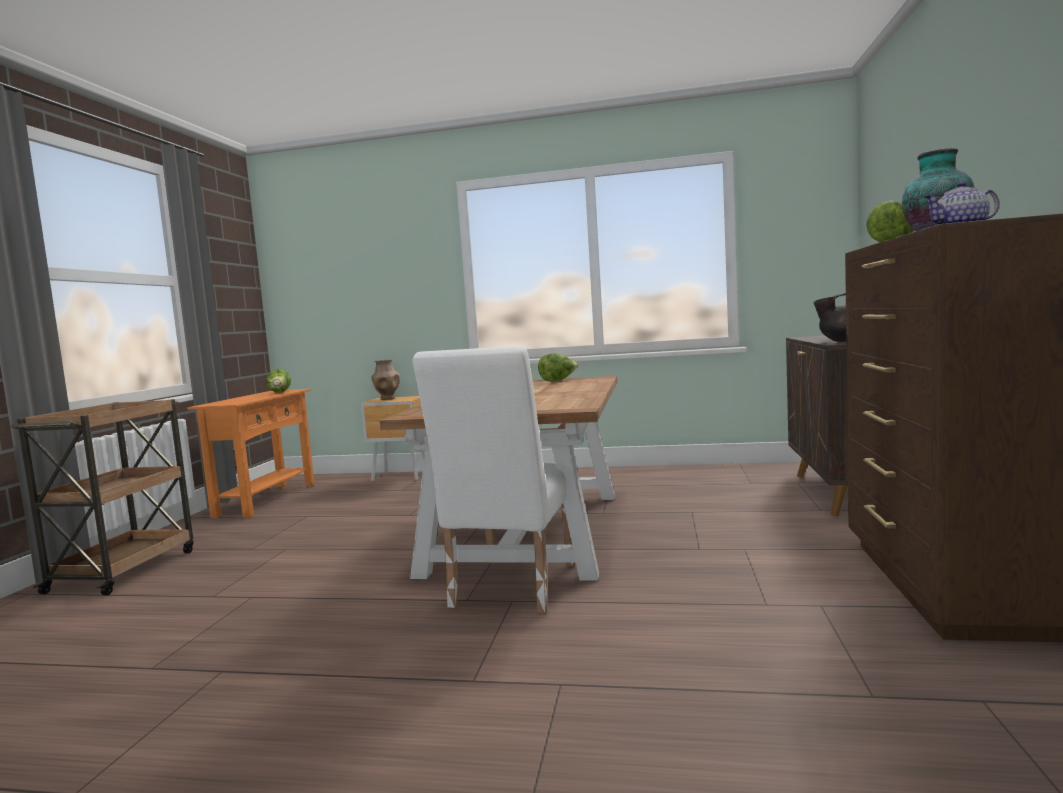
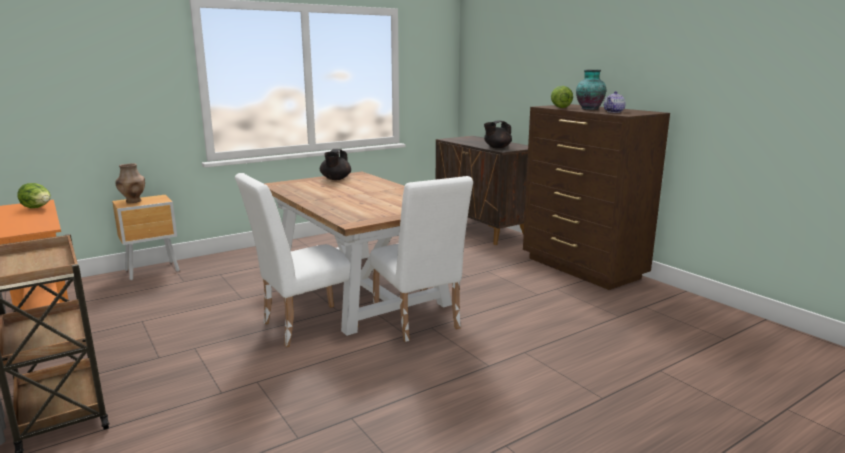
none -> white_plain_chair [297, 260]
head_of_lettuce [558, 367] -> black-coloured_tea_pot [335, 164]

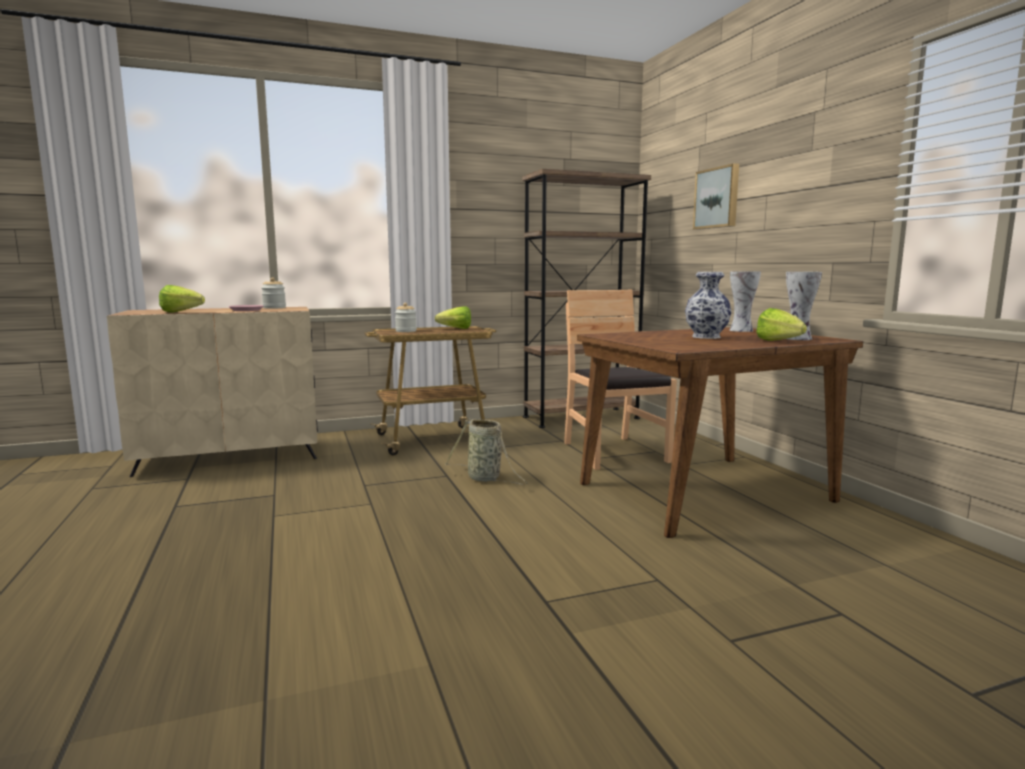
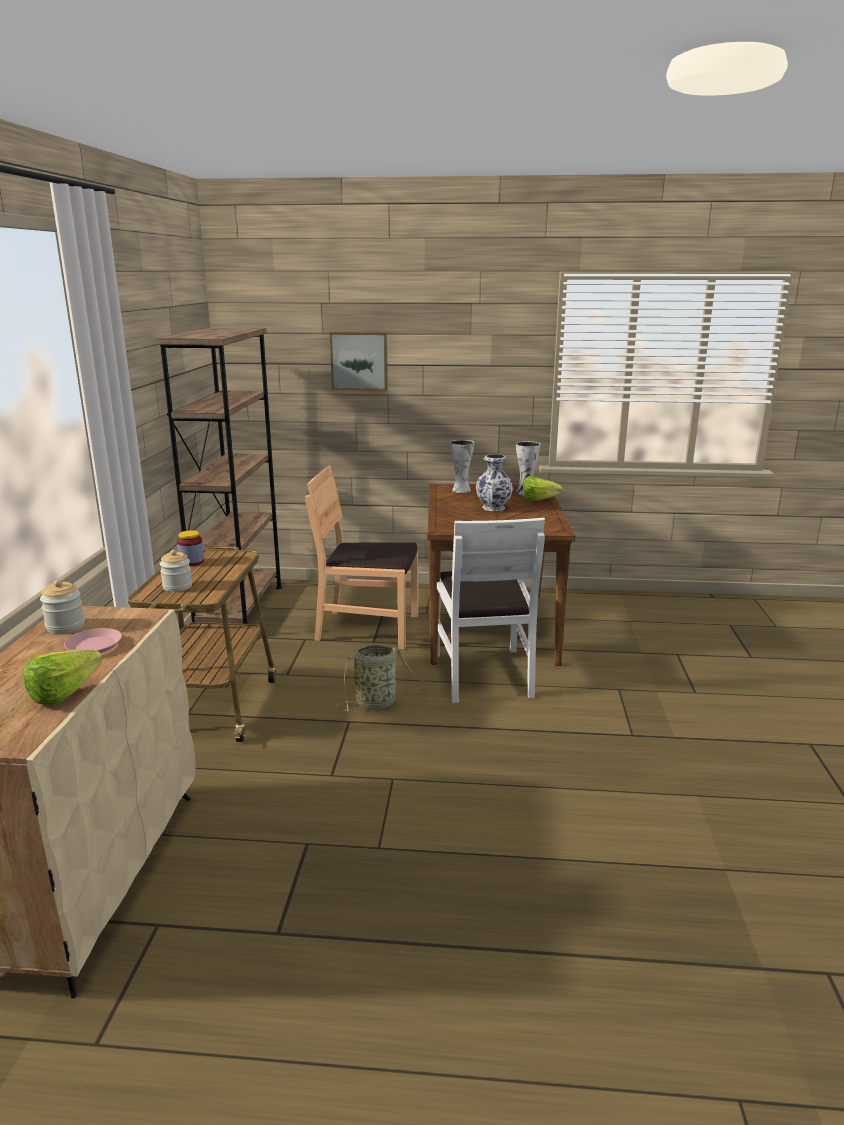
head_of_lettuce [453, 317] -> storage_jar [190, 548]
none -> white_plain_chair [491, 610]

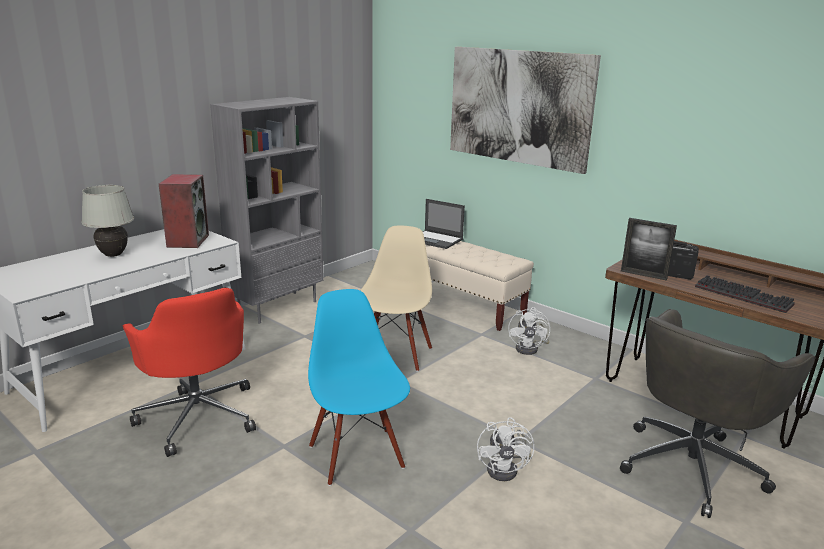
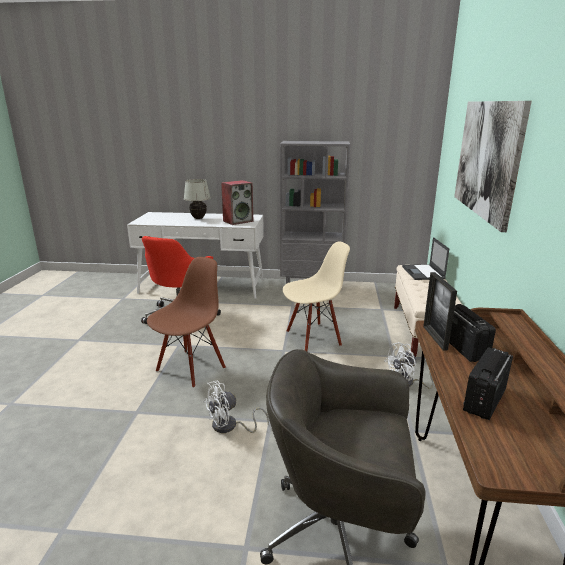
blue_plain_chair [359, 387] -> brownish_plain_chair [186, 322]
computer_keyboard [745, 294] -> radio_set [488, 383]

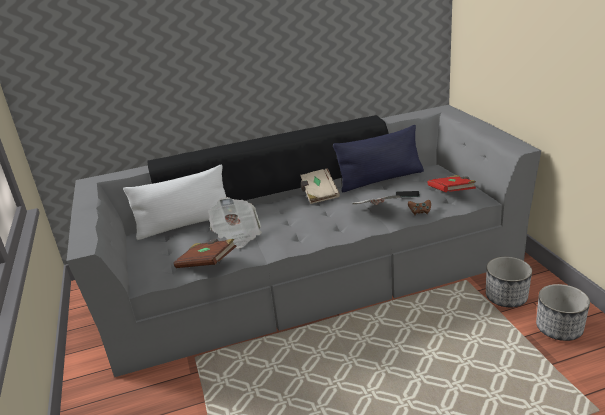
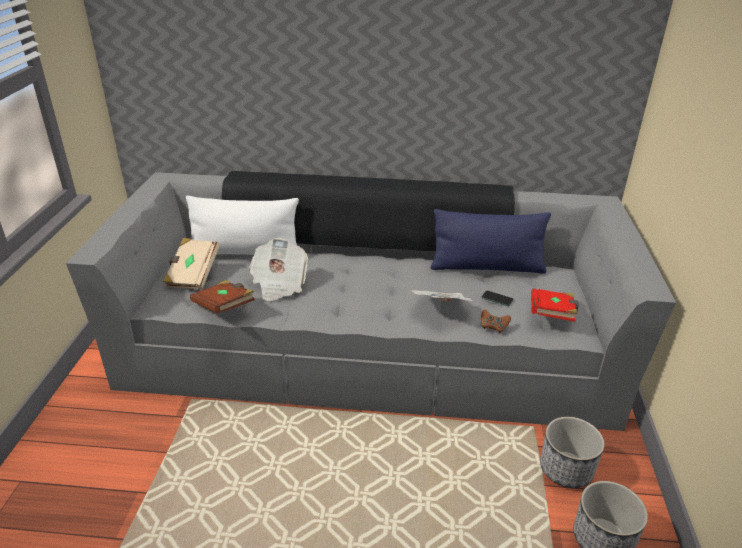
beige-coloured_book [320, 186] -> beige-coloured_book [191, 264], shifted

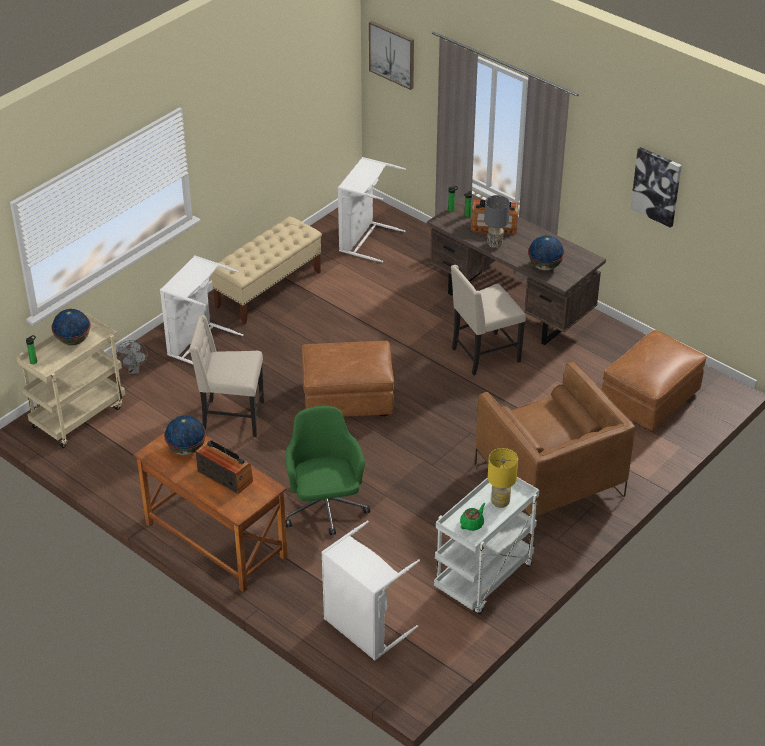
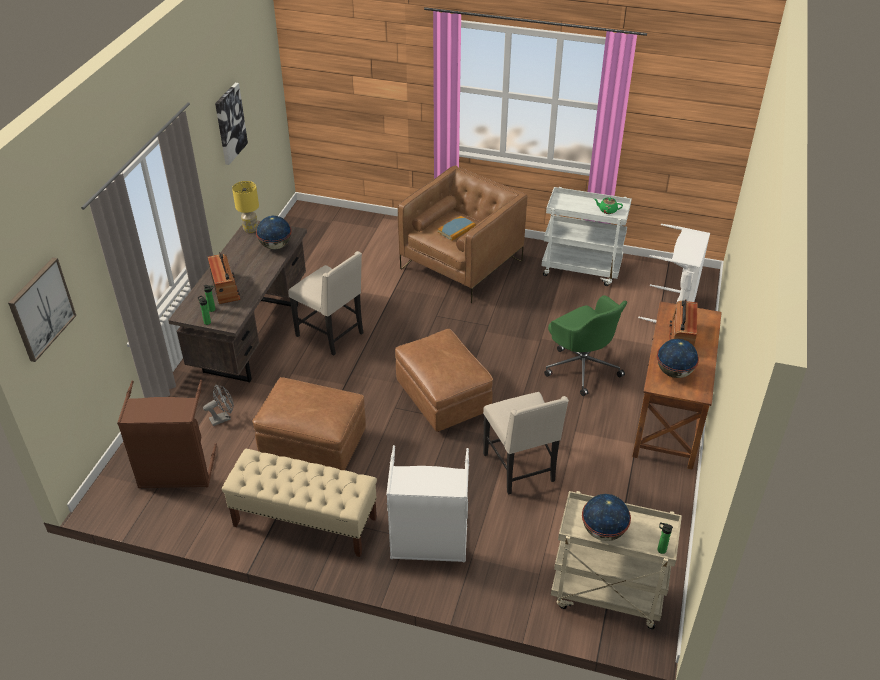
white_washing_basket [372, 210] -> brownish_washing_basket [167, 434]
greyish_cooling_fan [132, 357] -> greyish_cooling_fan [218, 405], shifted
yellowish_lamp_for_a_table [503, 478] -> yellowish_lamp_for_a_table [245, 207], shifted
brownish_pouffe [654, 380] -> brownish_pouffe [309, 423], shifted
none -> book [456, 228]
greenish_computer_chair [327, 470] -> greenish_computer_chair [585, 345], 90 degrees counterclockwise
greyish_lamp_for_a_table [497, 221] -> none

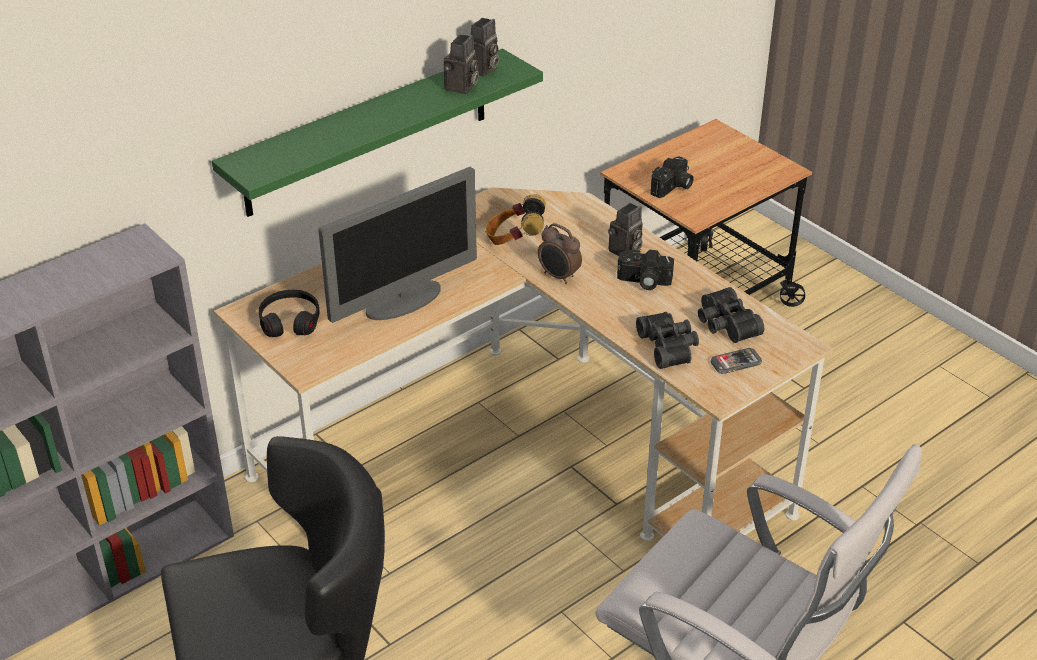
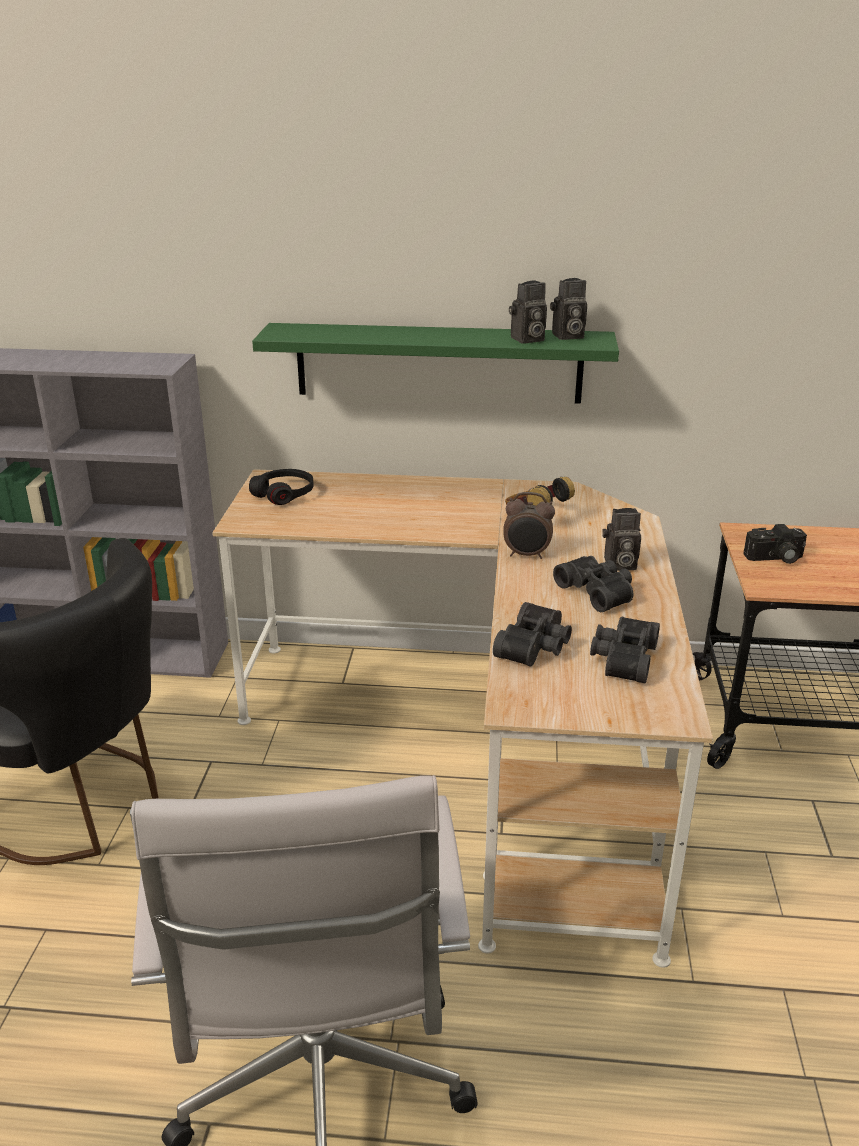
bedside_clock [560, 253] -> bedside_clock [529, 525], 75 degrees counterclockwise
still_camera [645, 270] -> black-coloured_pair_of_binoculars [593, 584]
computer_screen [397, 245] -> none
phone [736, 361] -> none

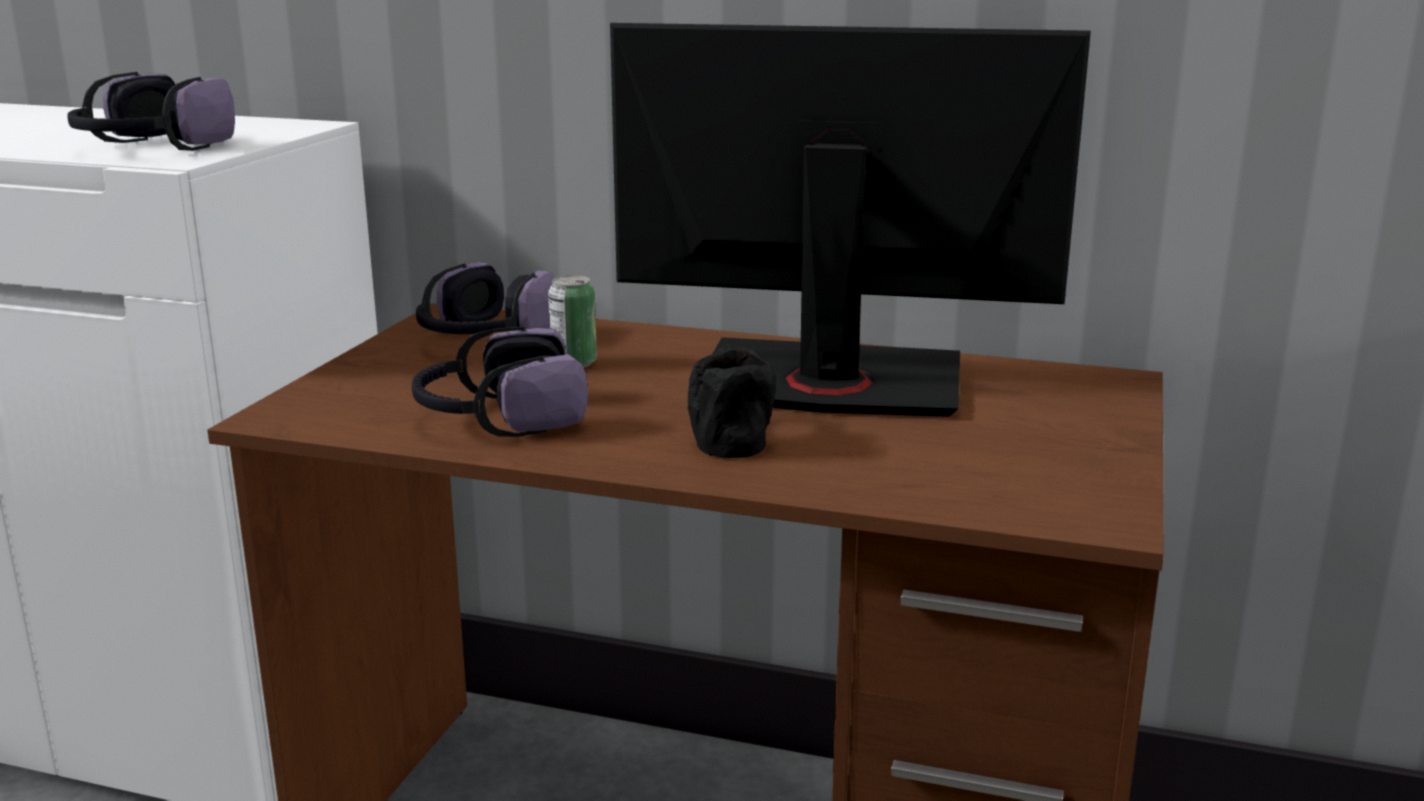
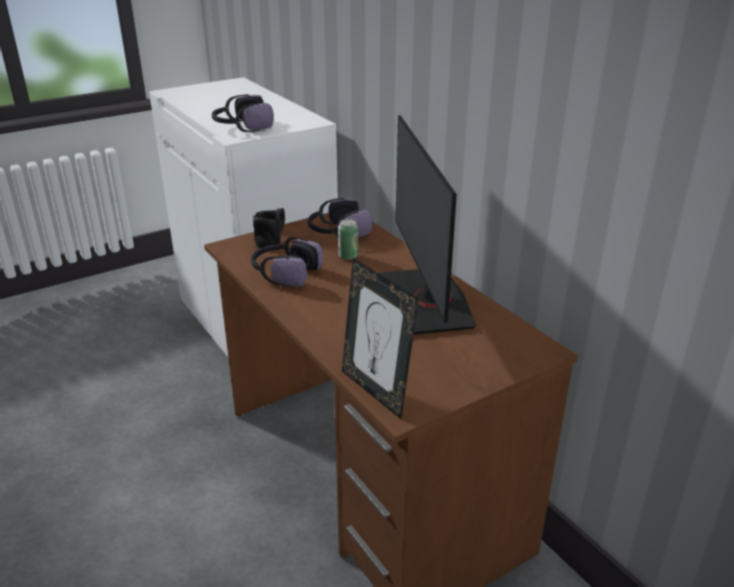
black-coloured_coffee_mug [732, 400] -> black-coloured_coffee_mug [269, 228], shifted
none -> standing_frame [380, 338]
computer_screen [850, 220] -> computer_screen [427, 224], 150 degrees counterclockwise

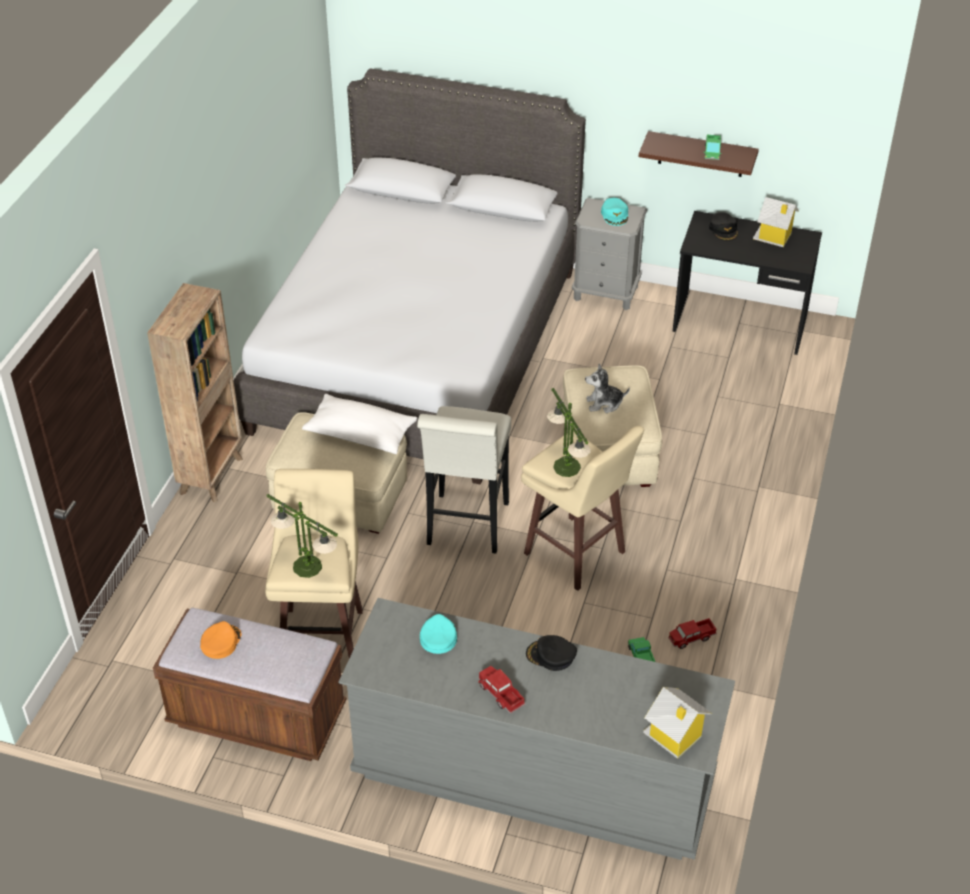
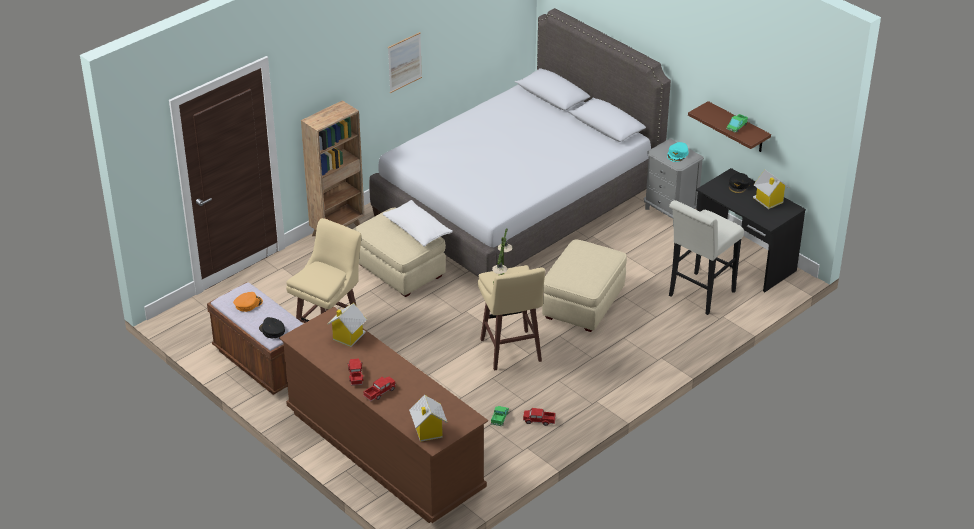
black-coloured_cap [551, 653] -> black-coloured_cap [272, 327], shifted
greyish_chest_of_drawers [537, 729] -> brownish_chest_of_drawers [383, 415]
blue-green_cap [438, 634] -> miniature_house [347, 325]
none -> toy_truck [379, 389]
none -> wall_picture [405, 62]
white_stool_seat [464, 479] -> white_stool_seat [706, 257], shifted
lamp_for_a_table [302, 536] -> none
plush_toy [607, 388] -> none

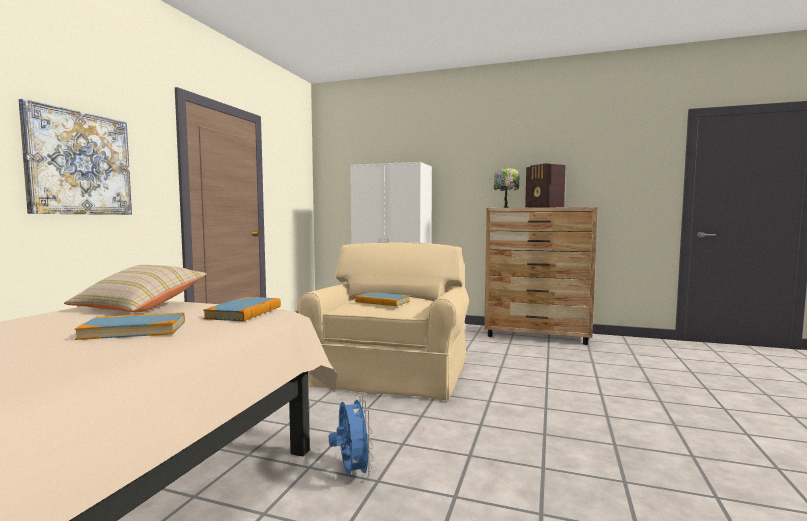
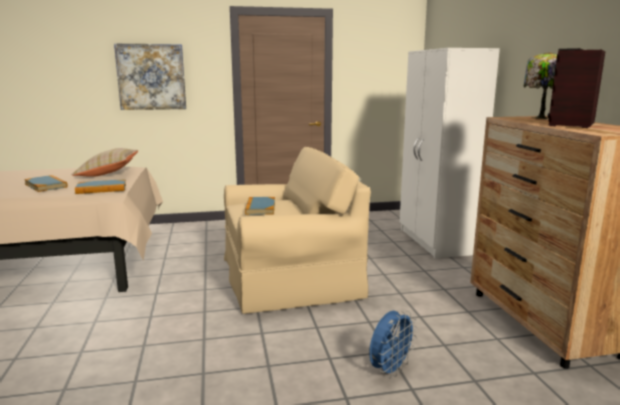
blue_cooling_fan [351, 437] -> blue_cooling_fan [393, 344], shifted

